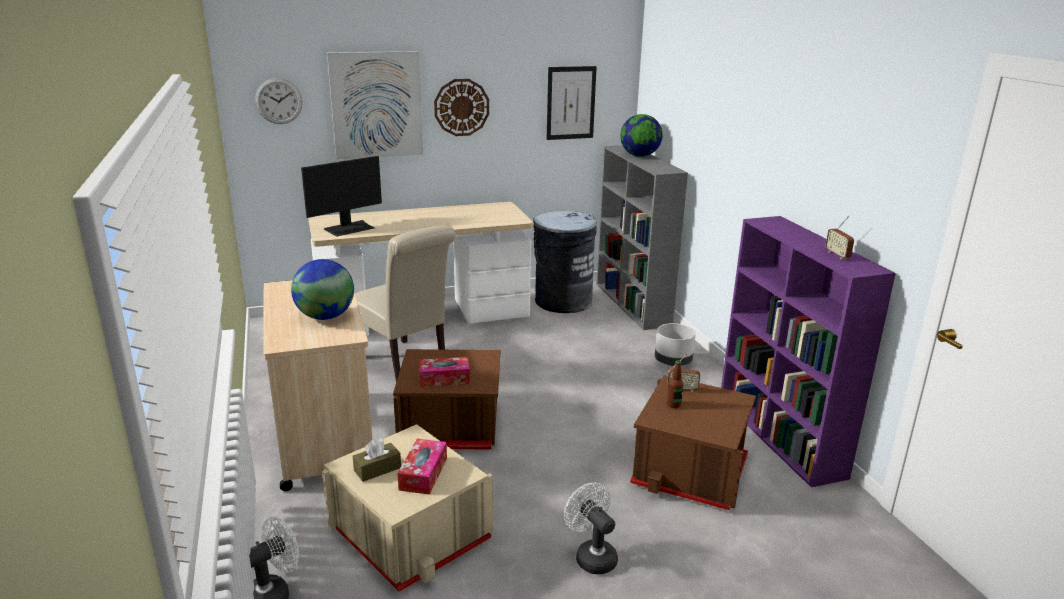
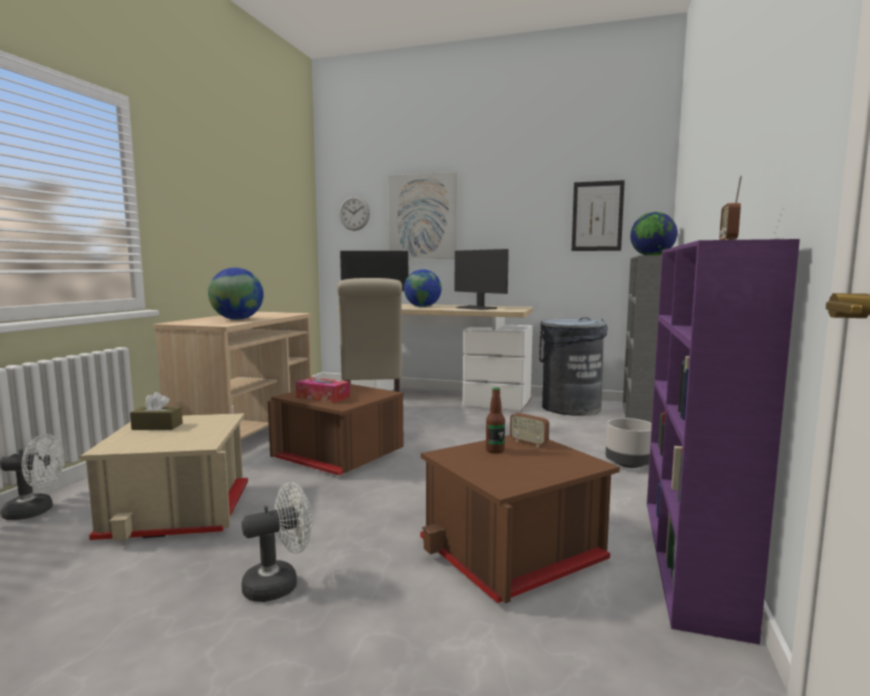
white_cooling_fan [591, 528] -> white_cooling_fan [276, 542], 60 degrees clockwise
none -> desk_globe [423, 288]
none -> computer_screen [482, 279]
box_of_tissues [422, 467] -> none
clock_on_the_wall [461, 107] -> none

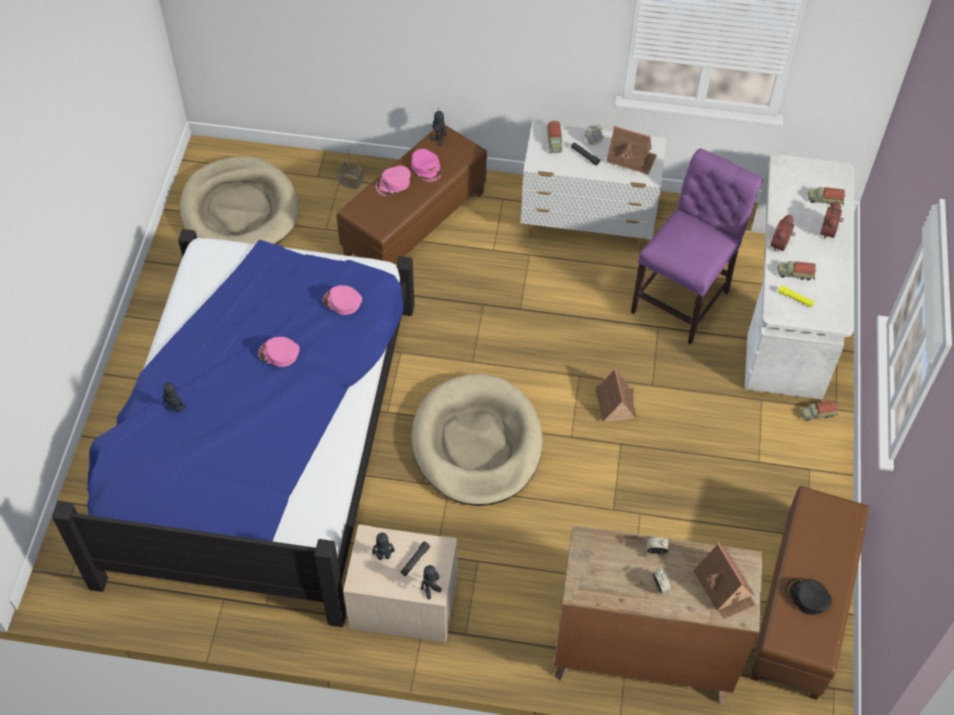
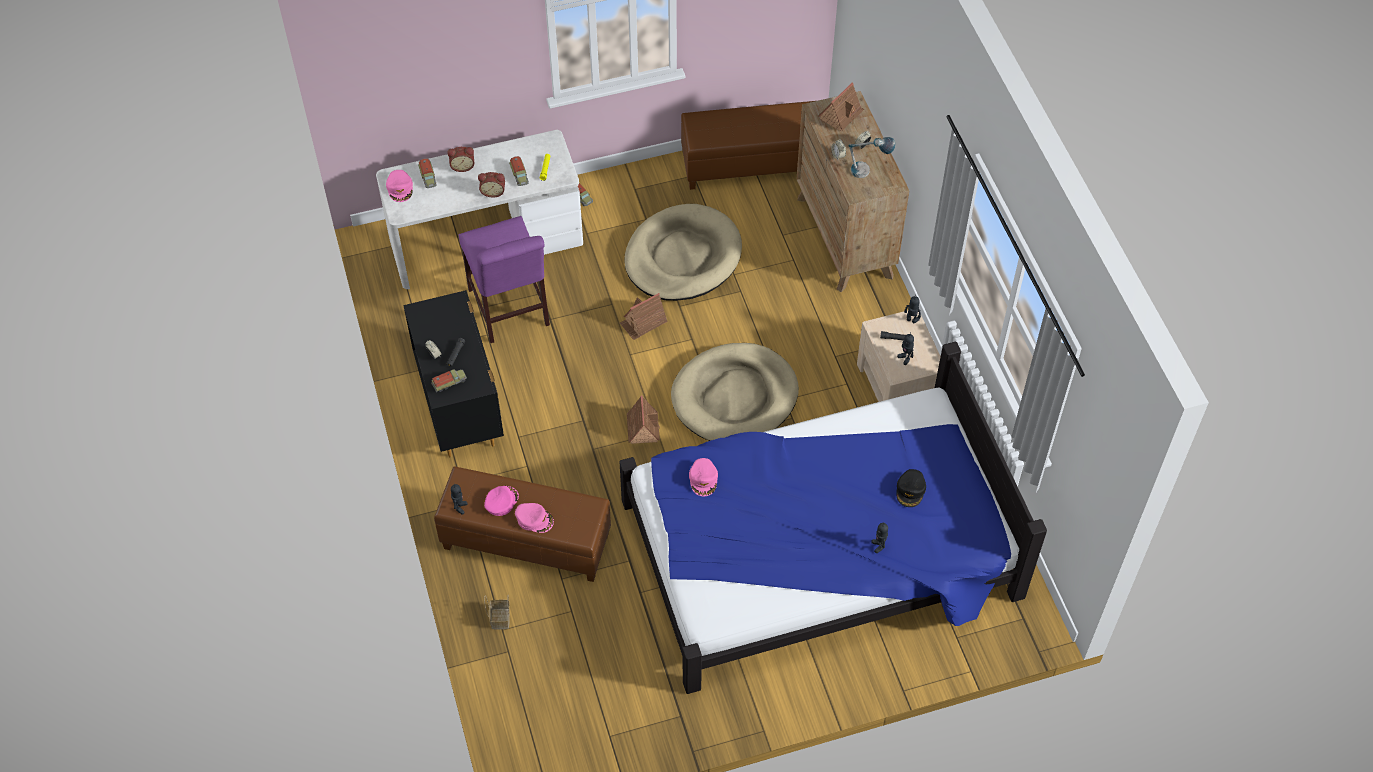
pinkish_cap [279, 352] -> pinkish_cap [399, 186], shifted
white_chest_of_drawers [593, 185] -> black-coloured_chest_of_drawers [453, 374]
purple-coloured_plain_chair [697, 246] -> purple-coloured_plain_chair [504, 279], 120 degrees counterclockwise
beige-coloured_dog_bed [239, 200] -> beige-coloured_dog_bed [683, 252], shifted
miniature_house [631, 150] -> miniature_house [643, 419], shifted
none -> lamp_for_a_table [872, 157]
black-coloured_cap [808, 596] -> black-coloured_cap [911, 488], shifted

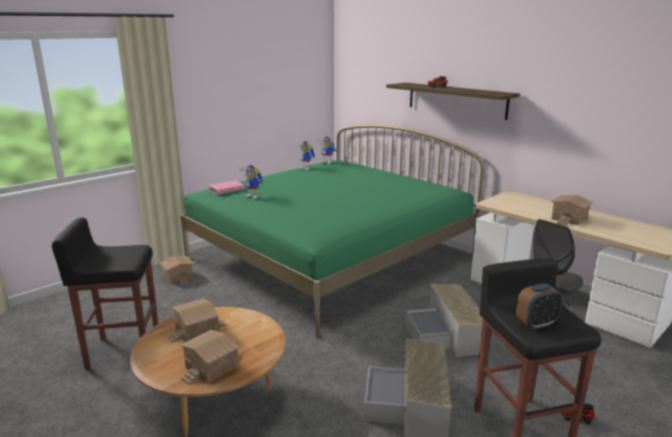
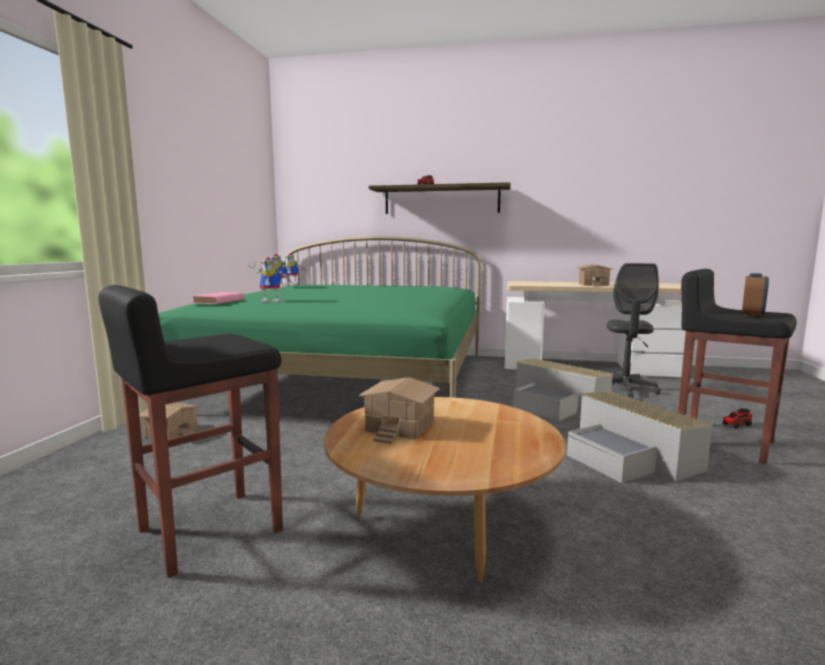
miniature_house [210, 357] -> none

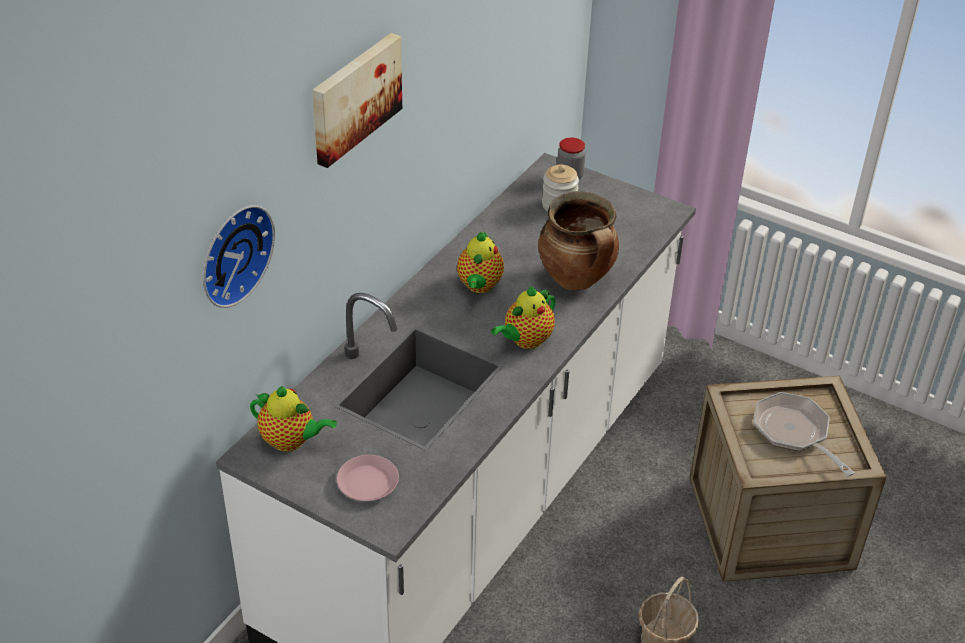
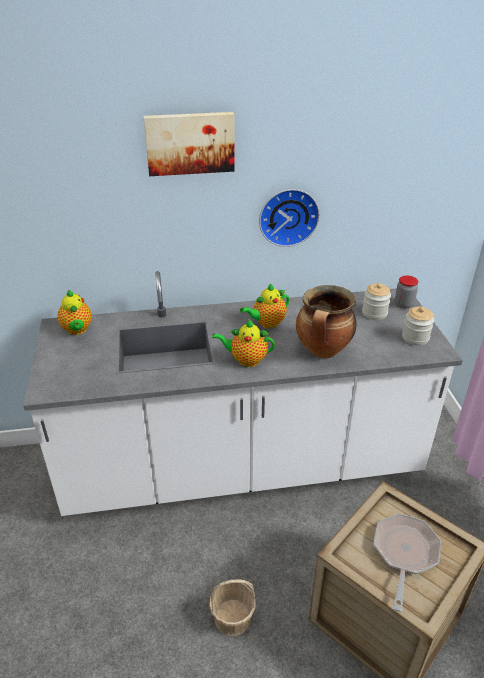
clock_on_the_wall [239, 256] -> clock_on_the_wall [289, 218], shifted
none -> storage_jar [418, 326]
pinkish_dinner_plate [368, 478] -> none

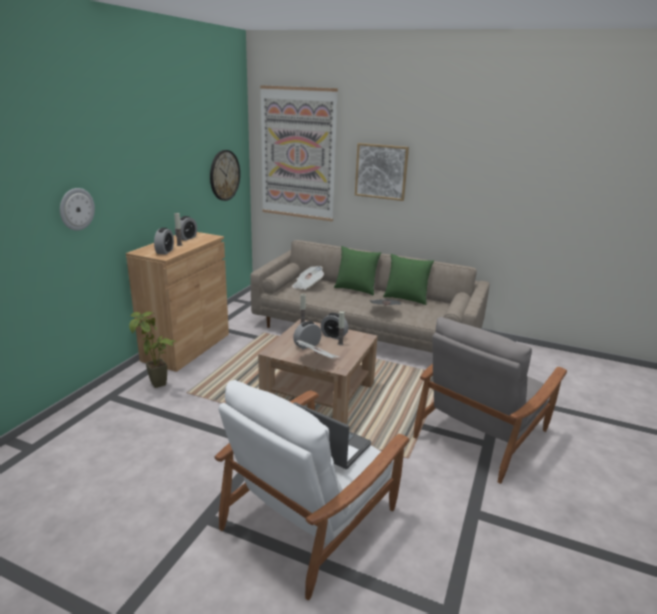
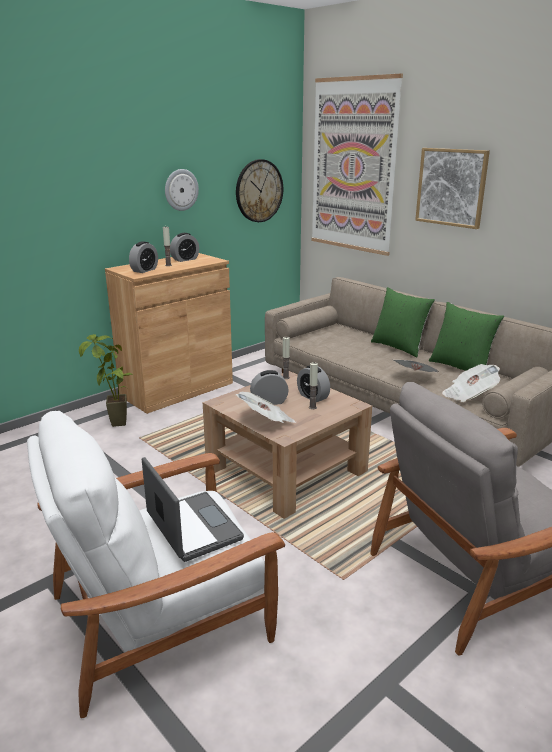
clock_on_the_wall [77, 209] -> clock_on_the_wall [182, 190], shifted
newspaper [308, 278] -> newspaper [471, 383], shifted

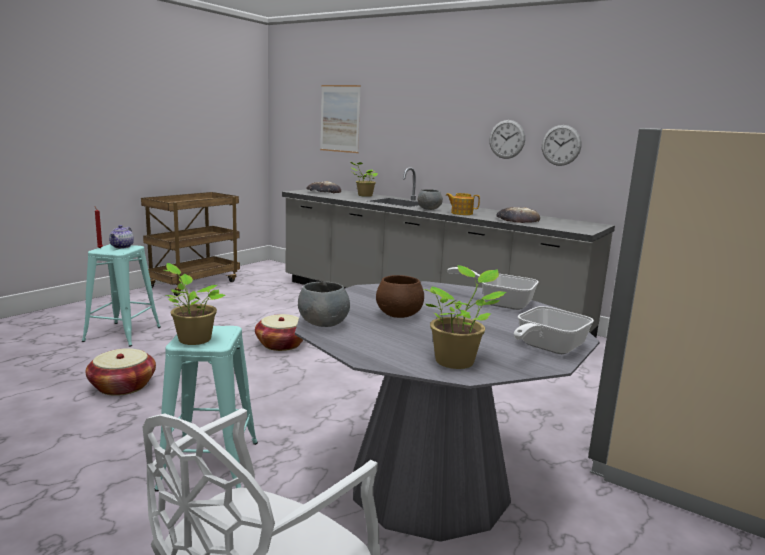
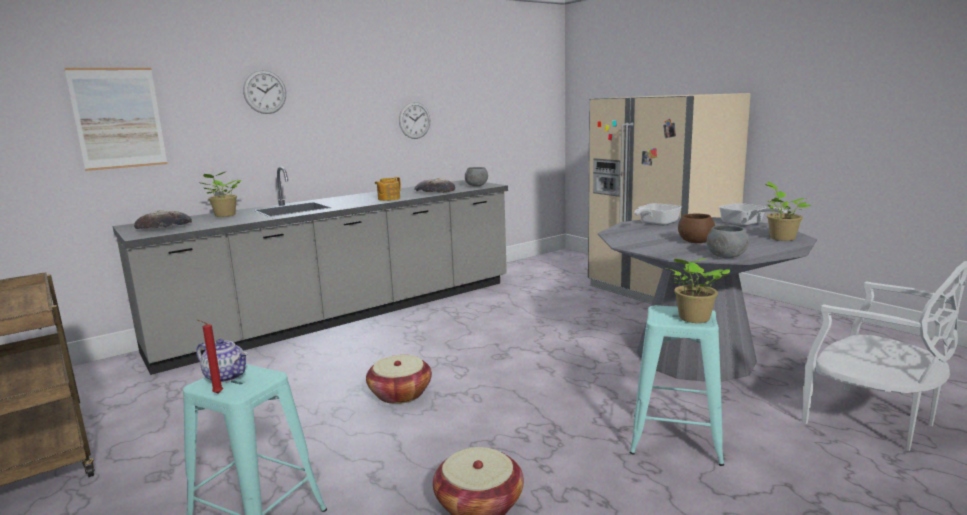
clock_on_the_wall [507, 139] -> clock_on_the_wall [264, 92], shifted
greyish_serving_bowl [430, 199] -> greyish_serving_bowl [476, 176], shifted

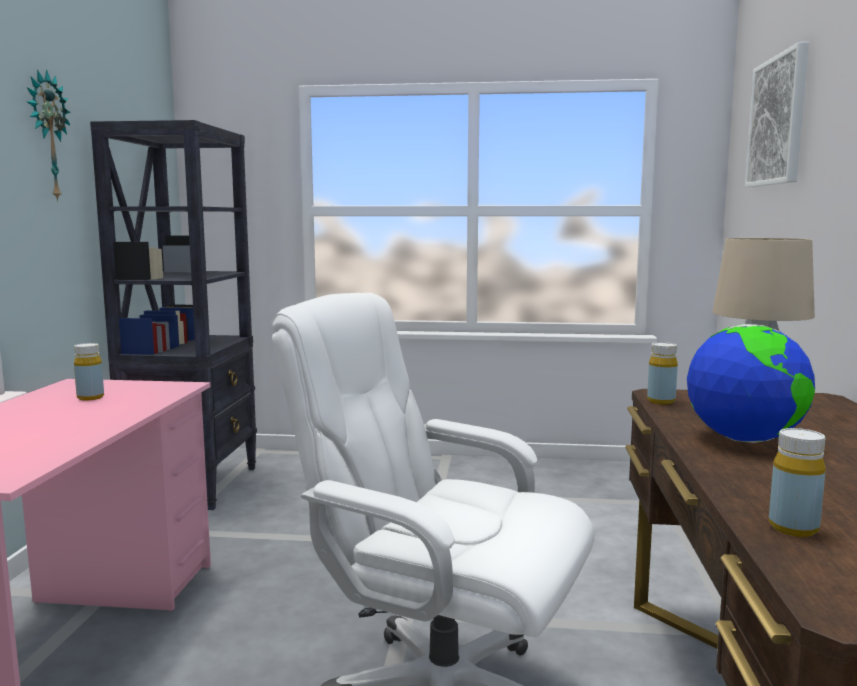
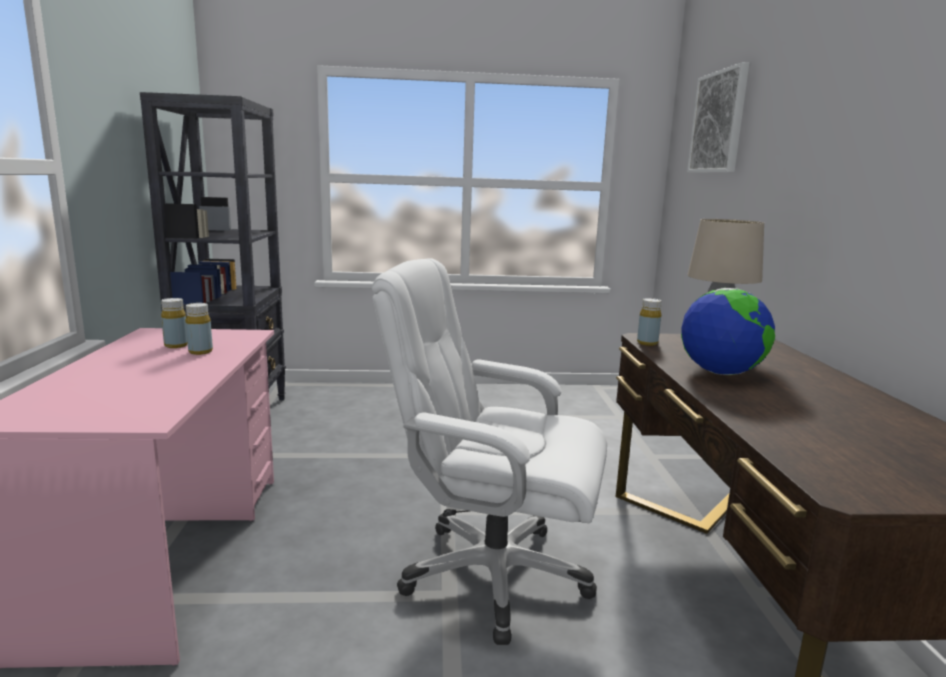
yellowish_bottle [797, 482] -> yellowish_bottle [199, 329], shifted
clock_on_the_wall [49, 136] -> none

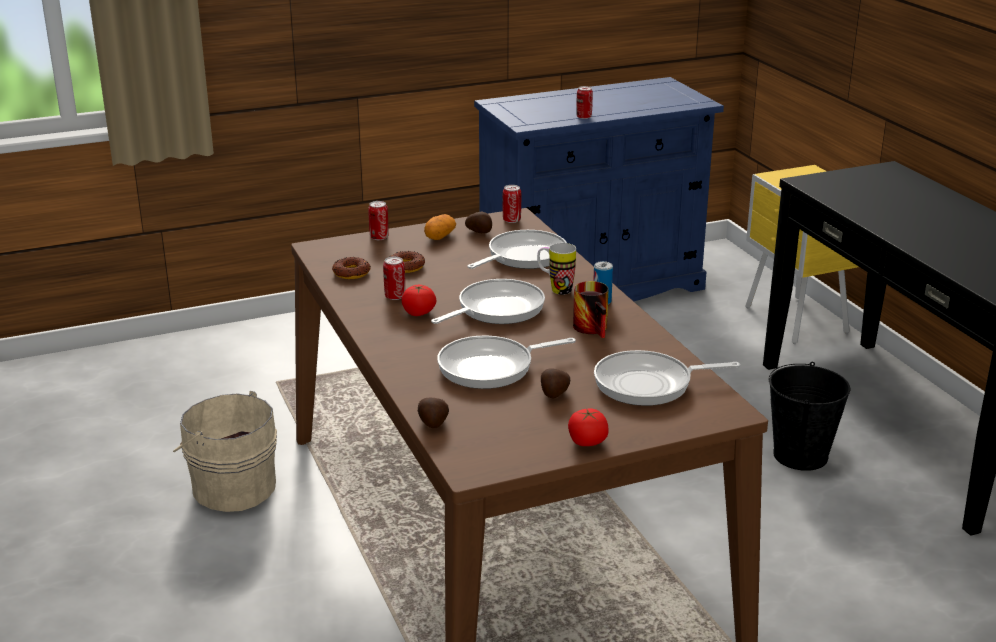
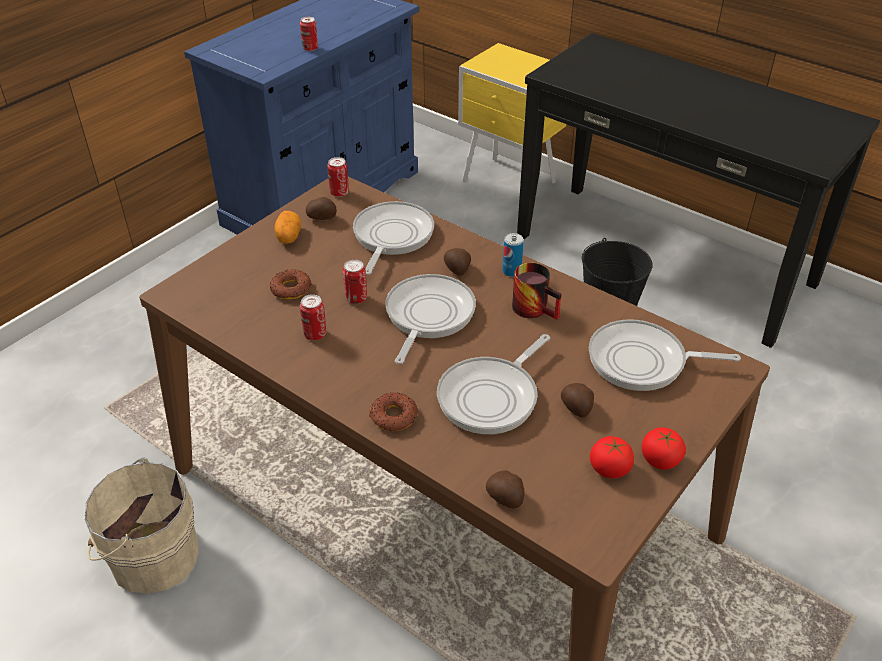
sealed_can [378, 220] -> sealed_can [355, 281], shifted
doughnut [351, 268] -> doughnut [393, 411], shifted
coffee_mug [556, 269] -> spud [457, 261]
skillet [667, 378] -> skillet [665, 355], 45 degrees clockwise
tomato [419, 300] -> tomato [612, 457], shifted

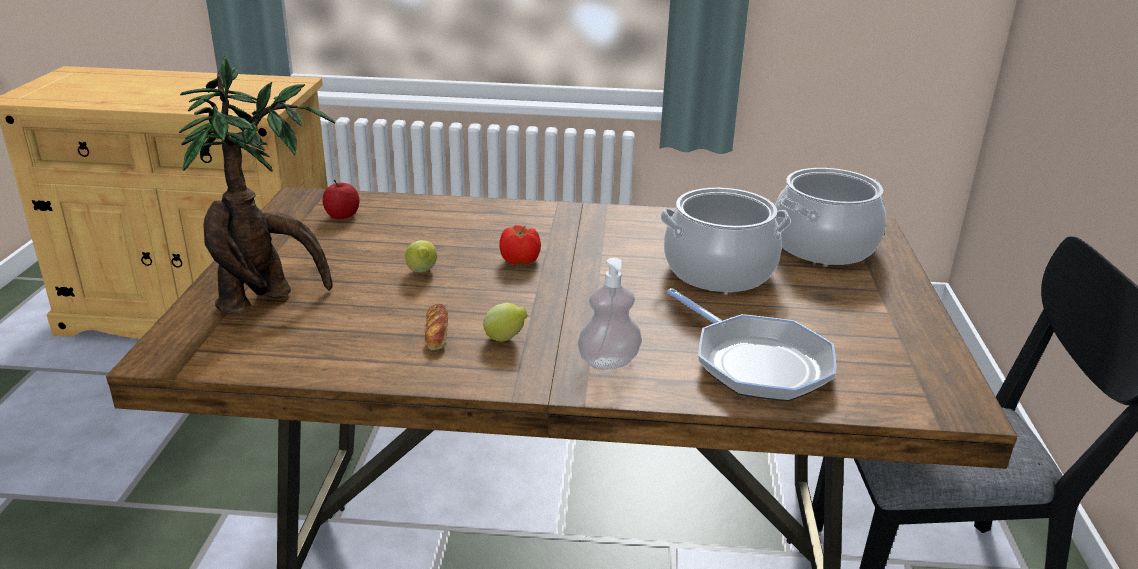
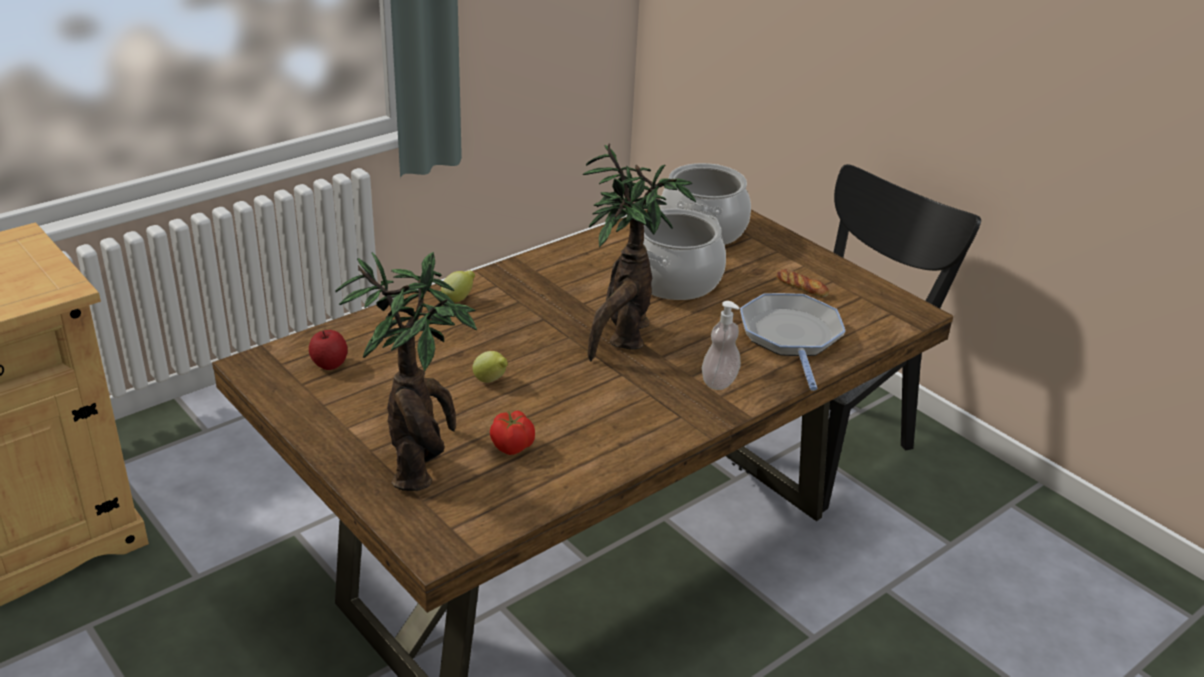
lemon [505, 322] -> lemon [458, 286], shifted
tomato [520, 244] -> tomato [512, 432], shifted
none -> potted_plant [639, 252]
skillet [751, 344] -> skillet [792, 342], 105 degrees counterclockwise
baked_bread [436, 327] -> baked_bread [802, 283], shifted

